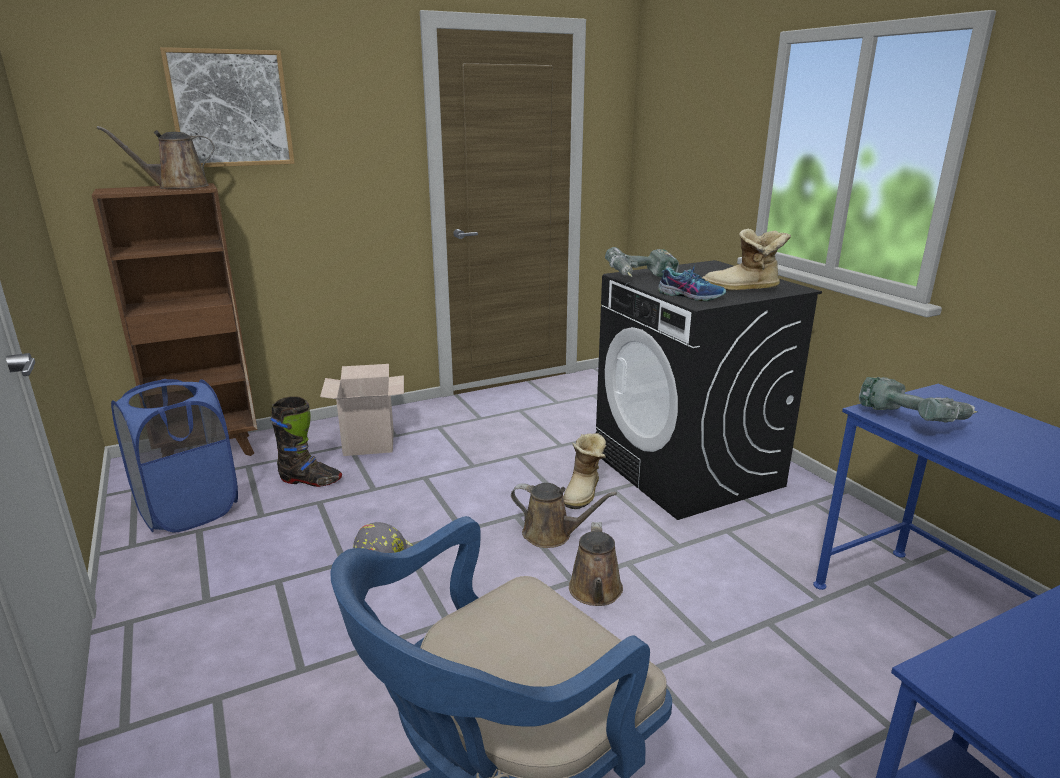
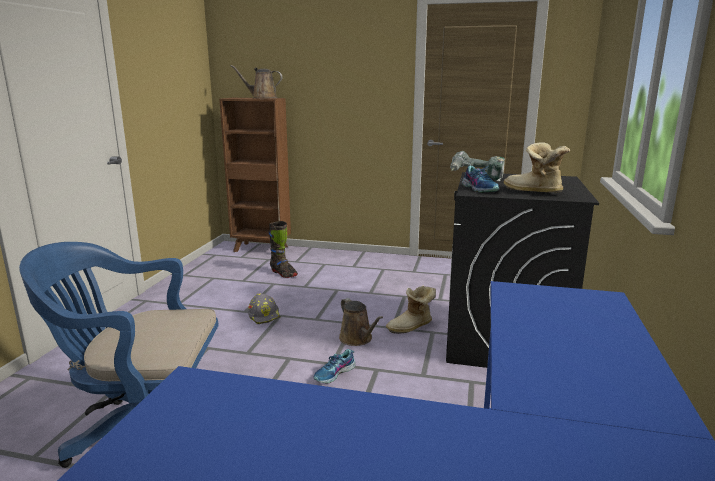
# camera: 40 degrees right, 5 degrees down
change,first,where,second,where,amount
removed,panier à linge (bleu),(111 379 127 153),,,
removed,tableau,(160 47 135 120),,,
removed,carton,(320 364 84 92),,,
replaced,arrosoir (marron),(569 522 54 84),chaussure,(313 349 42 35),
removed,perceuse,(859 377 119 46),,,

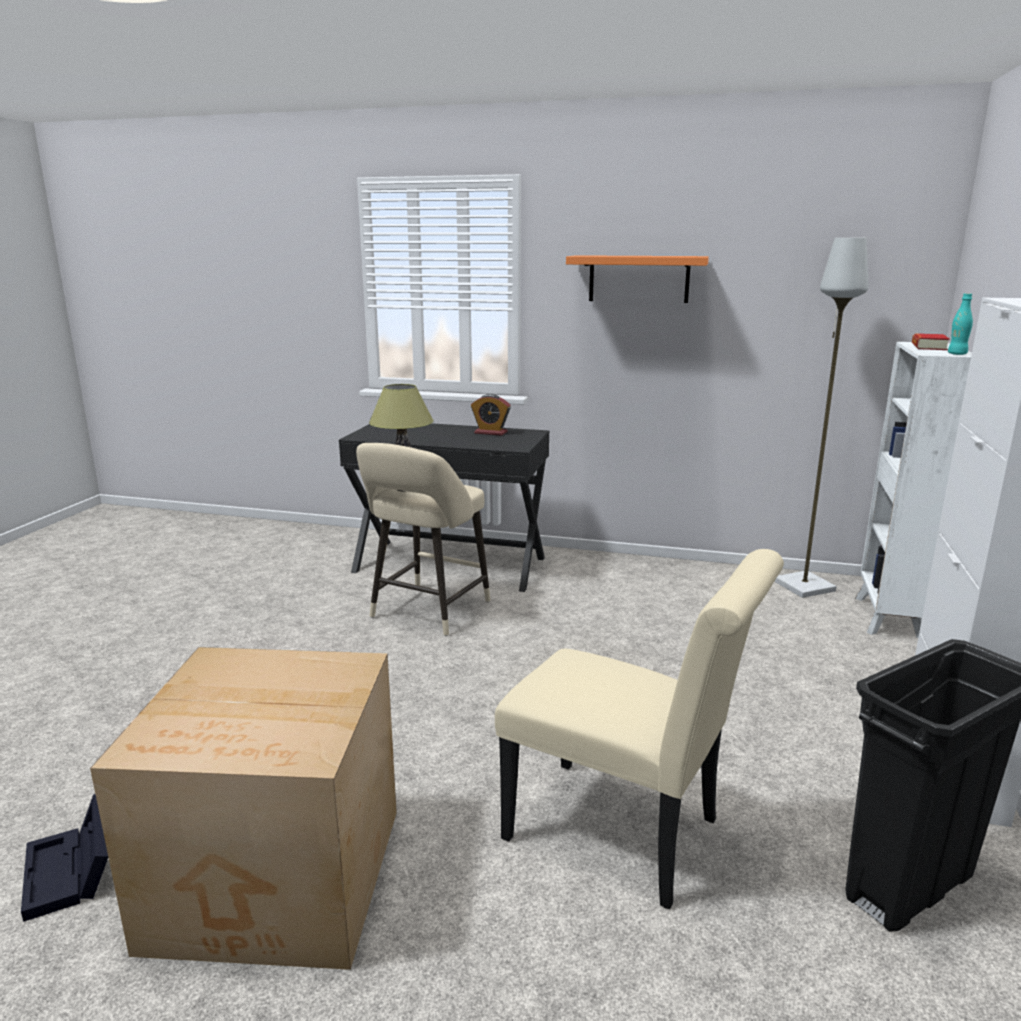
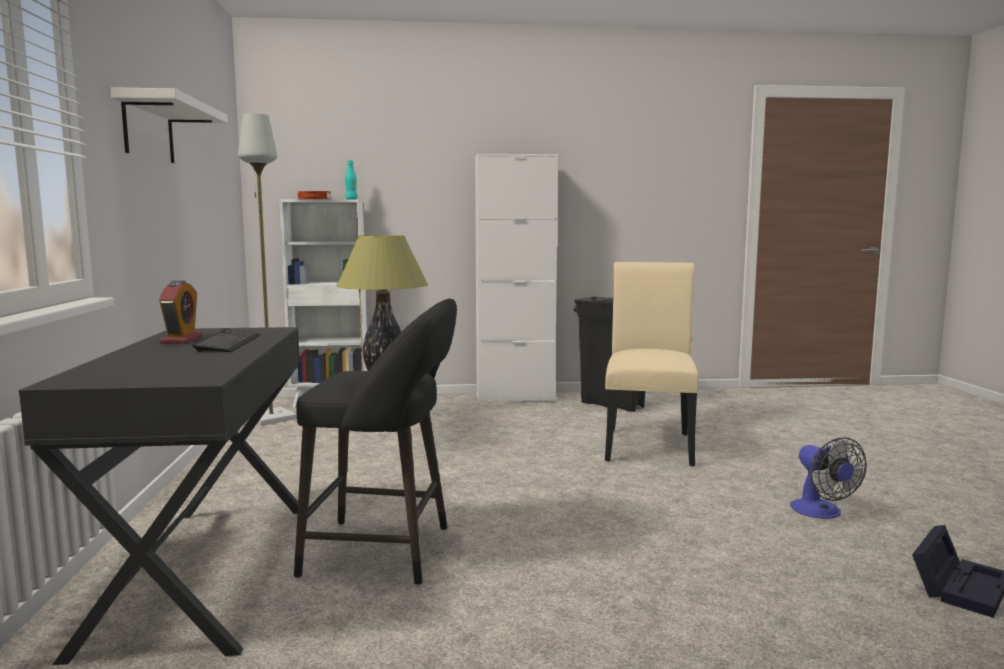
# camera: 110 degrees left, 10 degrees down
change,first,where,second,where,amount
replaced,carton,(90 647 307 323),ventilateur,(790 437 77 82),
recoloured,tabouret (beige),(356 443 134 193),tabouret (noir),(294 299 163 286),
recoloured,étagère (orange),(566 255 143 48),étagère (blanc),(111 87 117 76),
added,,,clavier,(192 329 69 23),

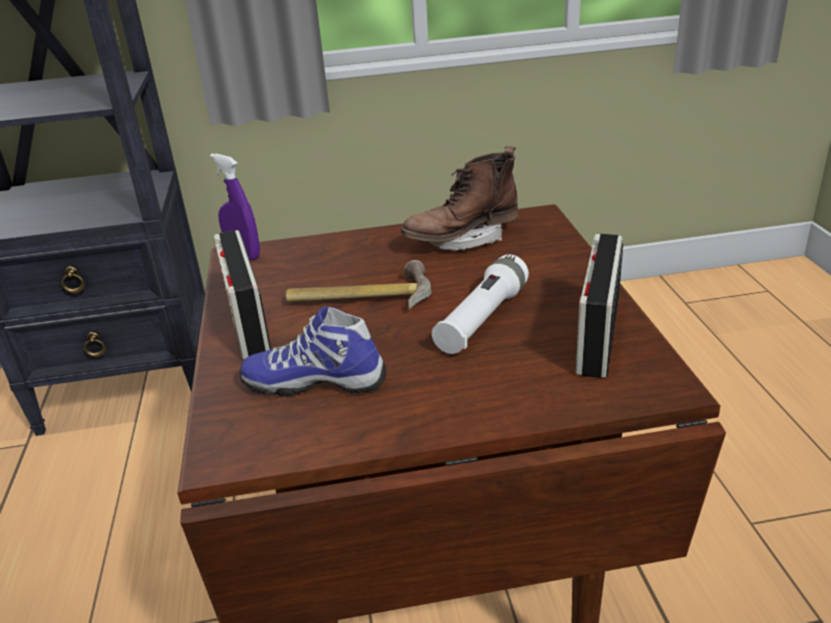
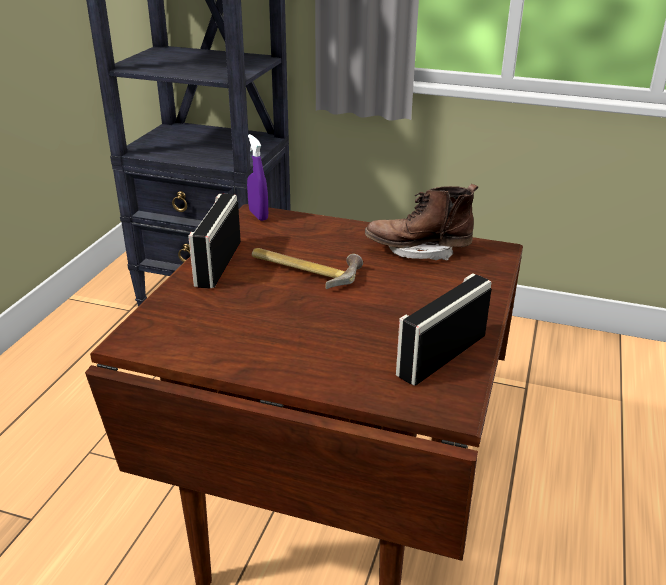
# camera: 25 degrees right, 0 degrees up
change,first,where,second,where,amount
removed,chaussure,(239 307 147 89),,,
removed,lampe de poche (blanc),(432 254 97 100),,,

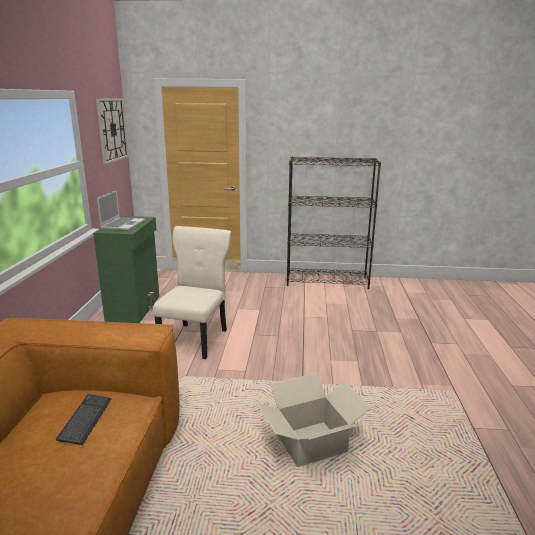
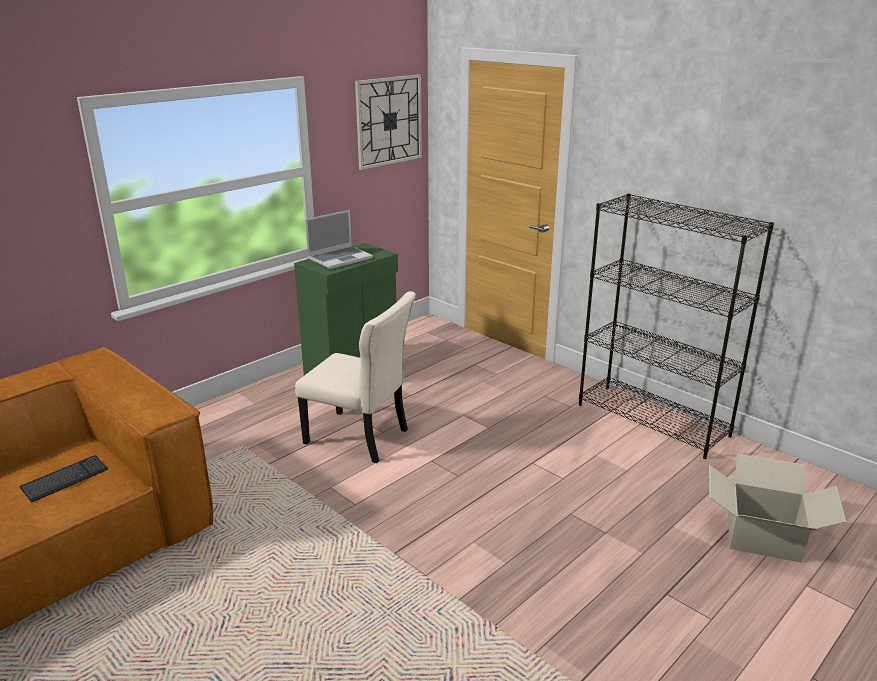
# camera: 40 degrees right, 5 degrees up
change,first,where,second,where,amount
turned,chaise (beige),(153 226 78 133),,(295 291 121 172),60 degrees clockwise
moved,carton,(257 373 114 94),,(709 454 137 109),

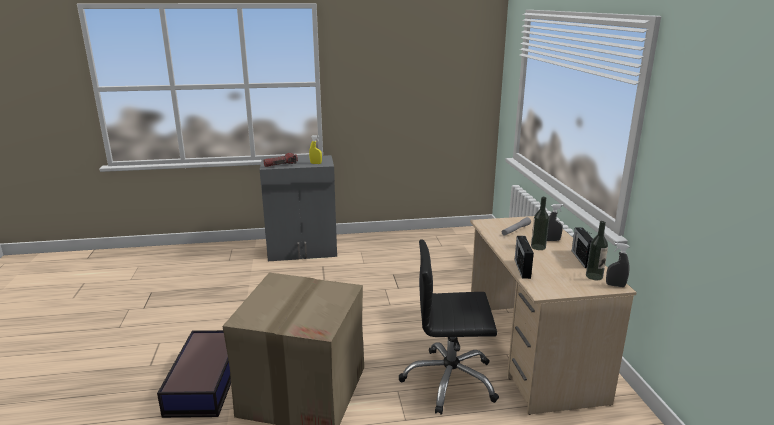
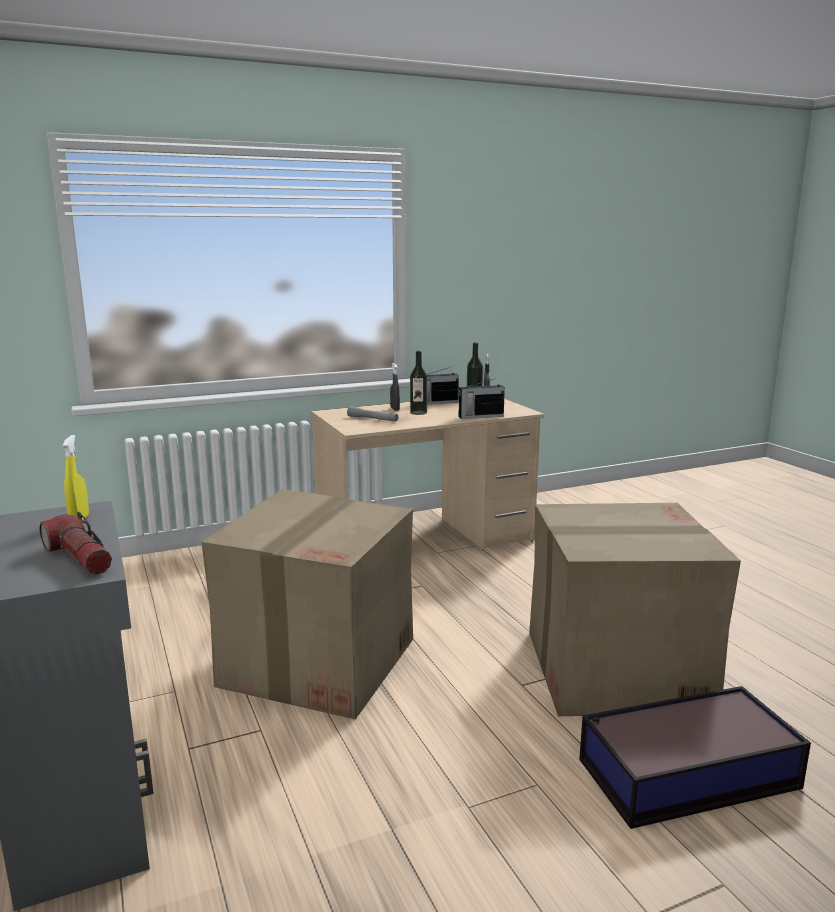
# camera: 105 degrees left, 5 degrees down
change,first,where,second,where,amount
removed,chaise de bureau (noir),(399 239 100 176),,,
added,,,carton,(201 489 212 231),

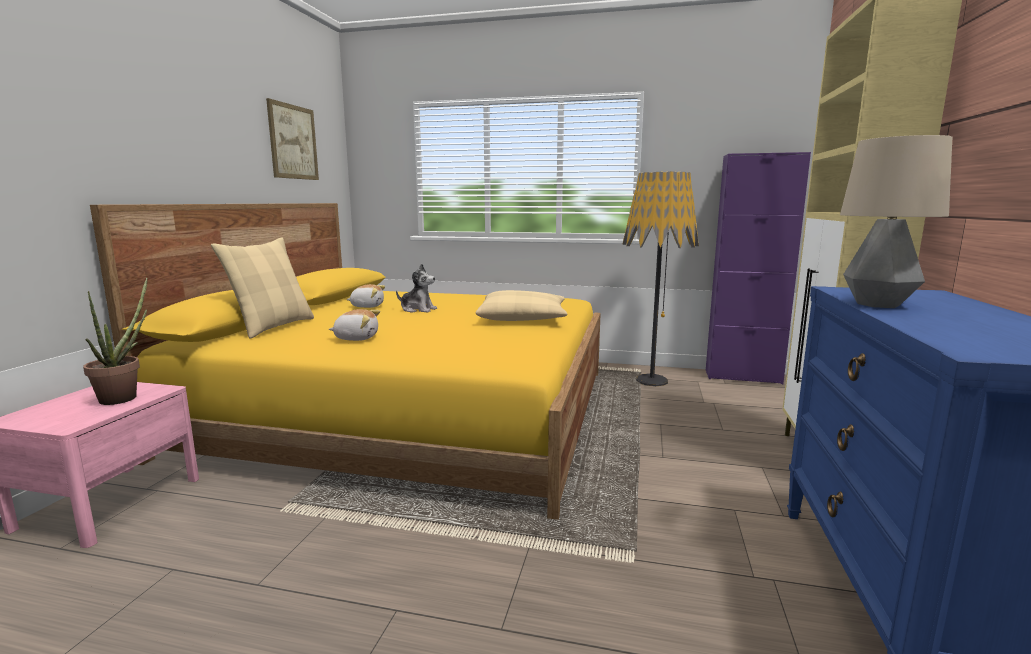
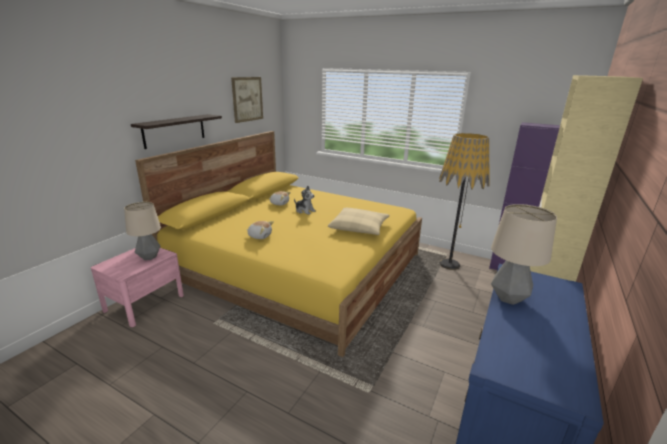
# camera: 15 degrees right, 10 degrees up
change,first,where,second,where,amount
replaced,plante en pot,(83 278 64 127),lampe de table,(124 202 37 58),
removed,coussin (beige),(211 237 103 101),,,
added,,,étagère,(131 114 91 35),

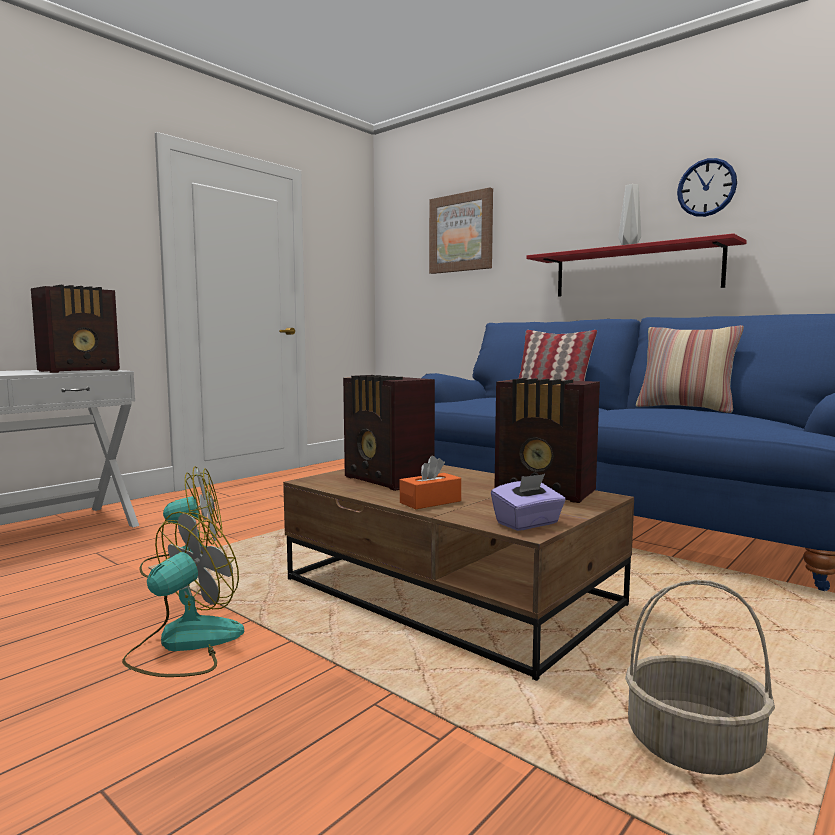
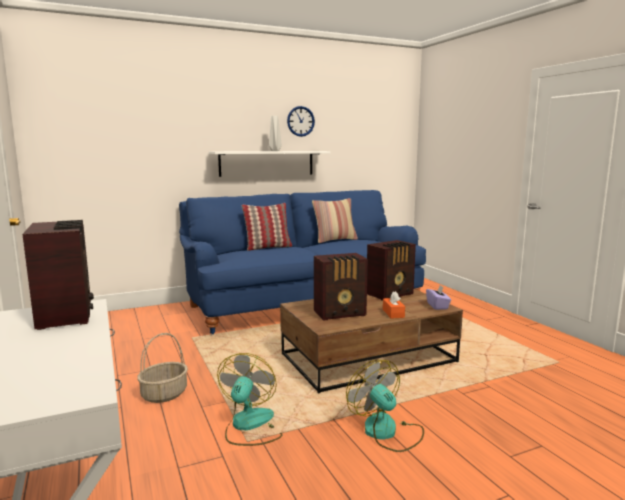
# camera: 65 degrees left, 5 degrees up
change,first,where,second,where,amount
removed,tableau,(429 187 64 87),,,
recoloured,étagère (rouge),(527 233 220 64),étagère (blanc),(209 151 121 26),
moved,panier,(625 580 150 195),,(137 333 51 70),

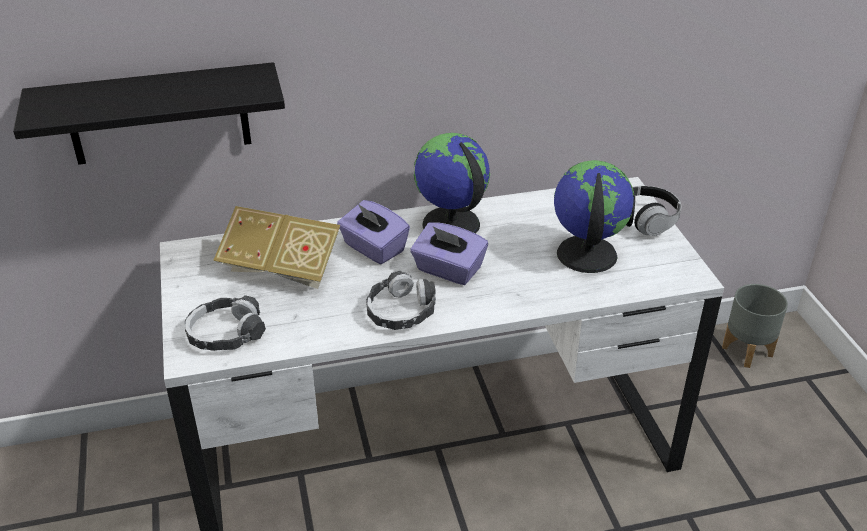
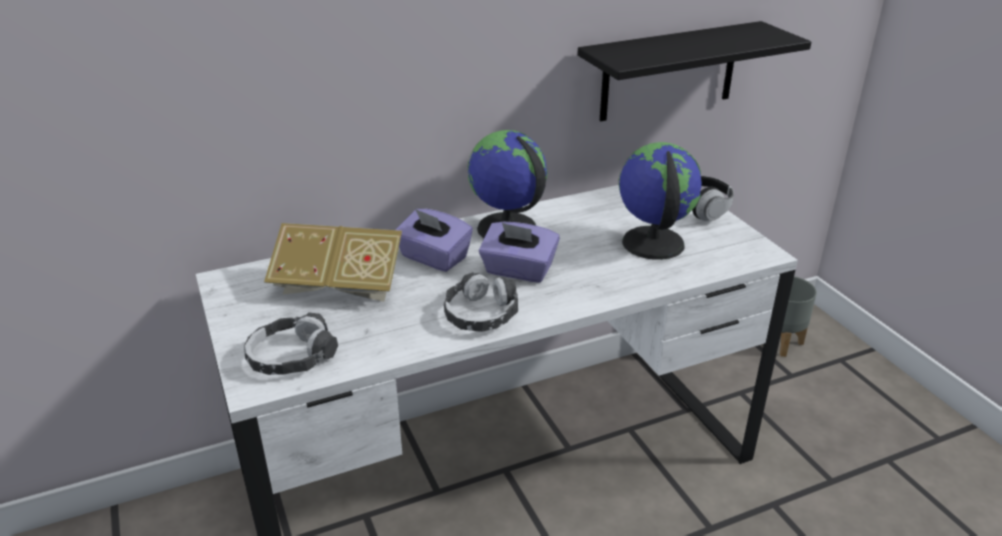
# camera: 10 degrees left, 5 degrees down
change,first,where,second,where,amount
moved,étagère (noir),(13 62 272 103),,(577 21 234 100),

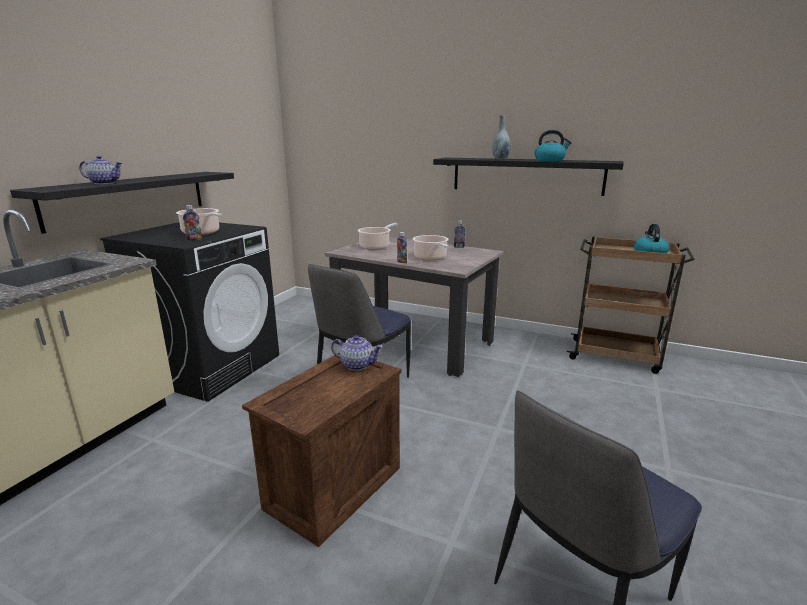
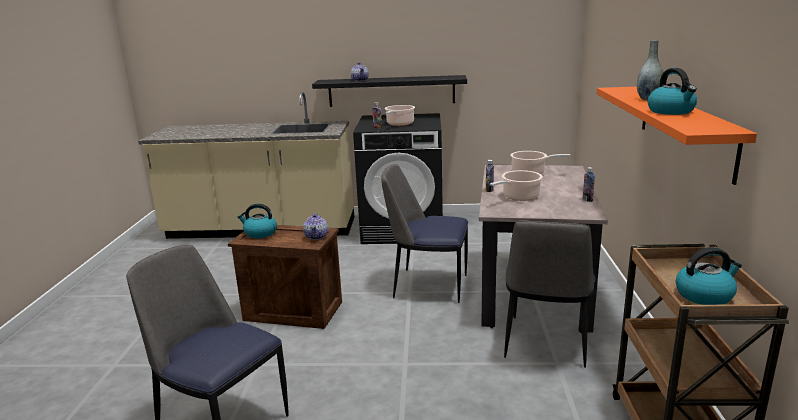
# camera: 70 degrees right, 0 degrees up
change,first,where,second,where,amount
recoloured,étagère (noir),(433 158 191 38),étagère (orange),(597 87 160 98),
added,,,bouilloire,(238 204 39 34),
added,,,chaise,(504 221 91 147),

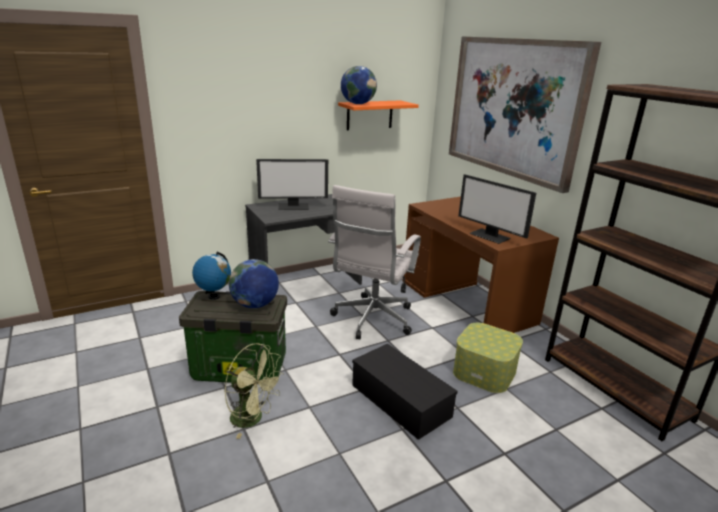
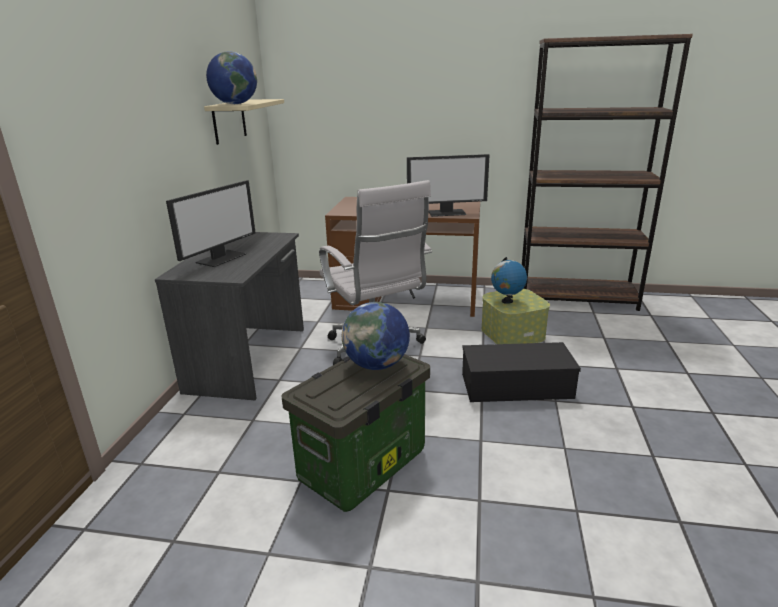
# camera: 50 degrees left, 0 degrees up
change,first,where,second,where,amount
moved,globe,(192 252 39 48),,(491 257 36 47),
removed,ventilateur (vert),(224 343 60 96),,,
recoloured,étagère (orange),(338 100 81 30),étagère (beige),(204 99 80 46),
removed,tableau,(449 36 152 157),,,

